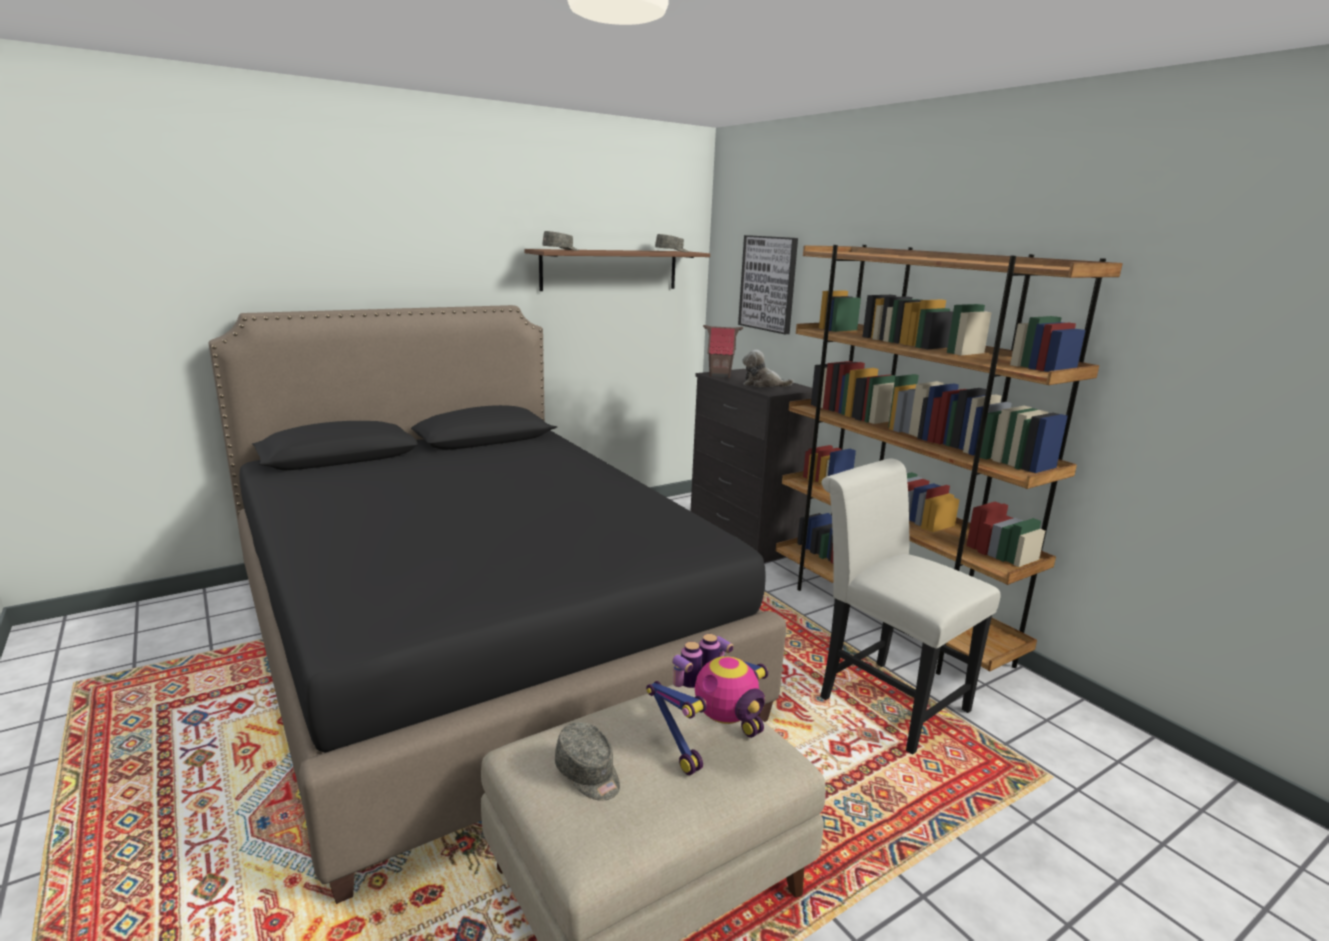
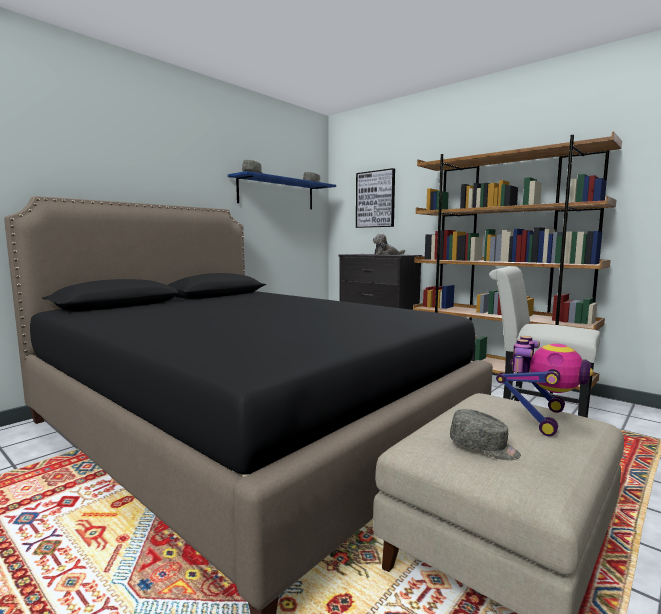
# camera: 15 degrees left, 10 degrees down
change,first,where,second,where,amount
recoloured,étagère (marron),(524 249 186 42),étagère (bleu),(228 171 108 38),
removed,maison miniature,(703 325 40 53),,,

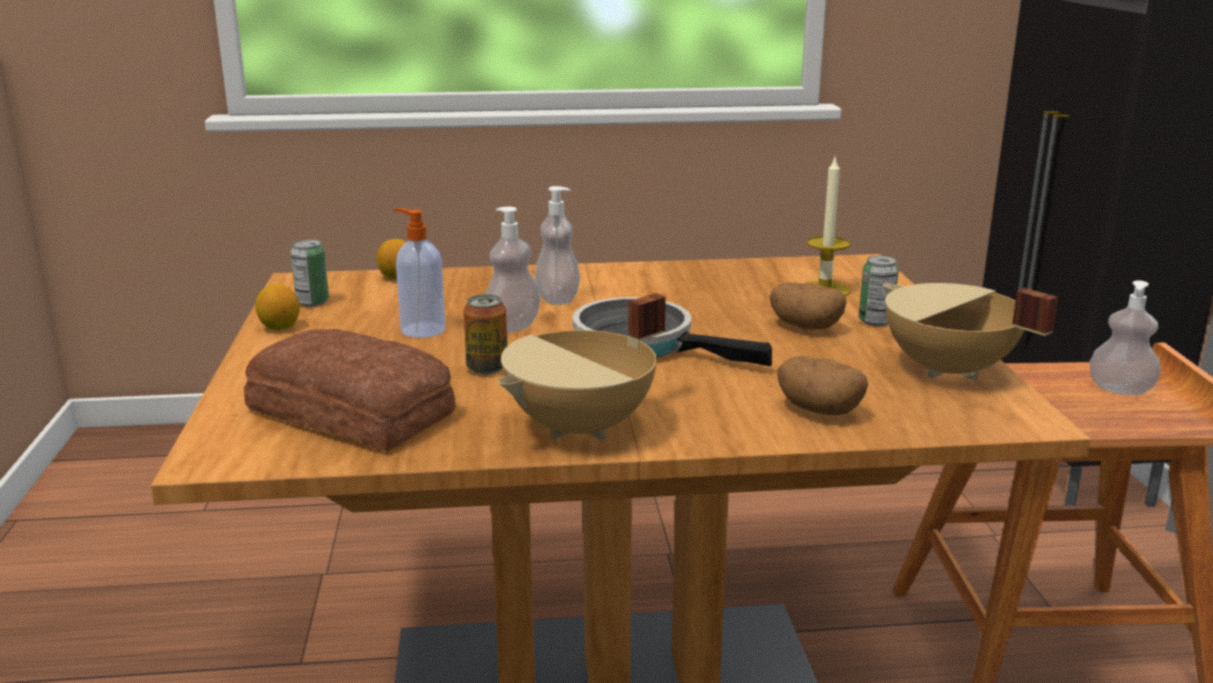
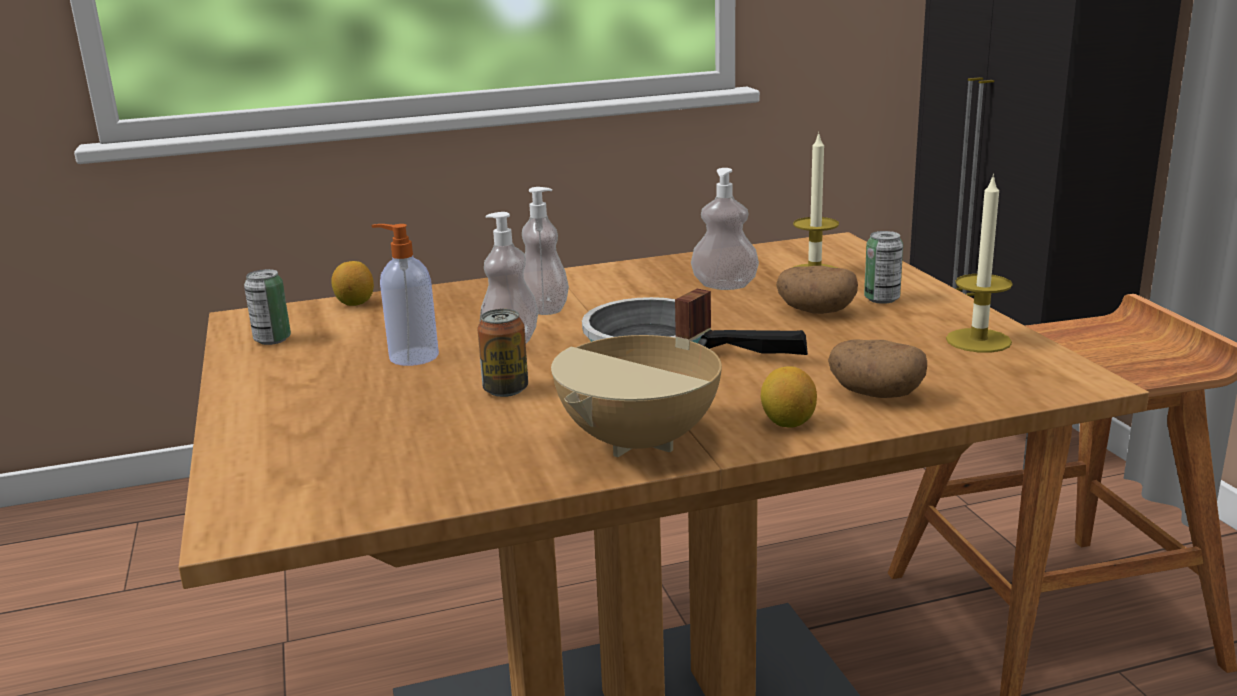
# camera: 10 degrees left, 0 degrees up
change,first,where,second,where,amount
removed,pain,(244 329 212 122),,,
moved,citron,(255 284 45 46),,(761 366 56 62),
replaced,marmite (beige),(883 283 175 97),bougie,(946 174 67 179),
moved,distributeur de savon,(1089 280 72 115),,(691 168 68 122),

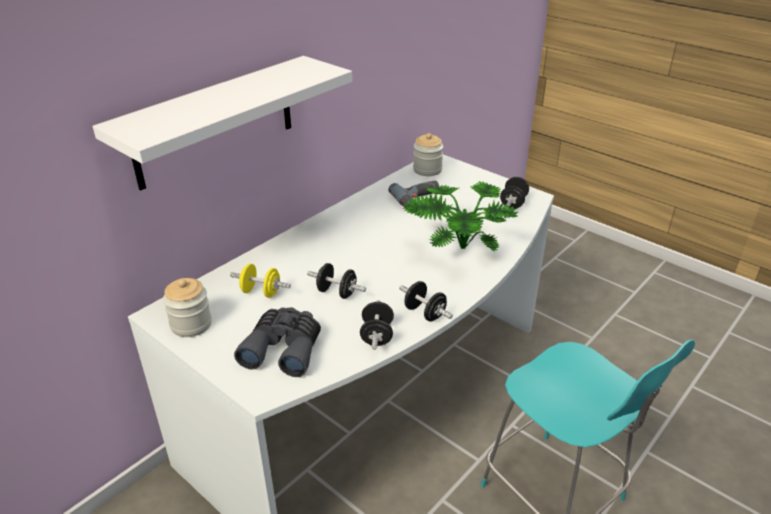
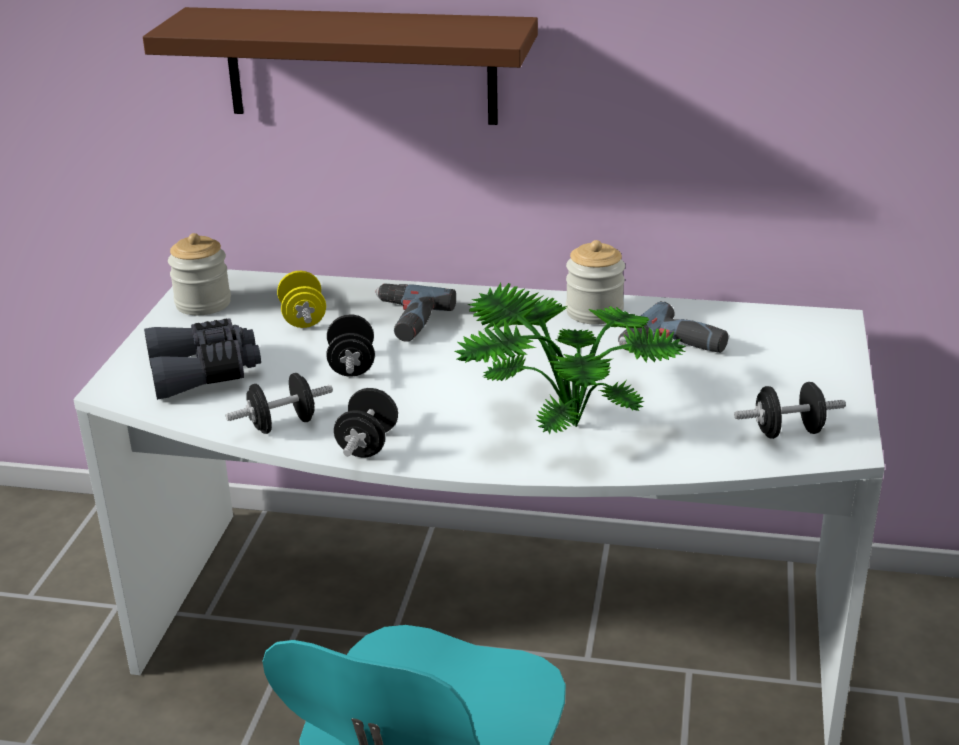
# camera: 60 degrees right, 5 degrees down
change,first,where,second,where,amount
recoloured,étagère (blanc),(93 56 259 135),étagère (marron),(143 7 395 118),
moved,bocal,(413 133 31 43),,(566 240 59 85),
added,,,perceuse,(375 284 81 58),

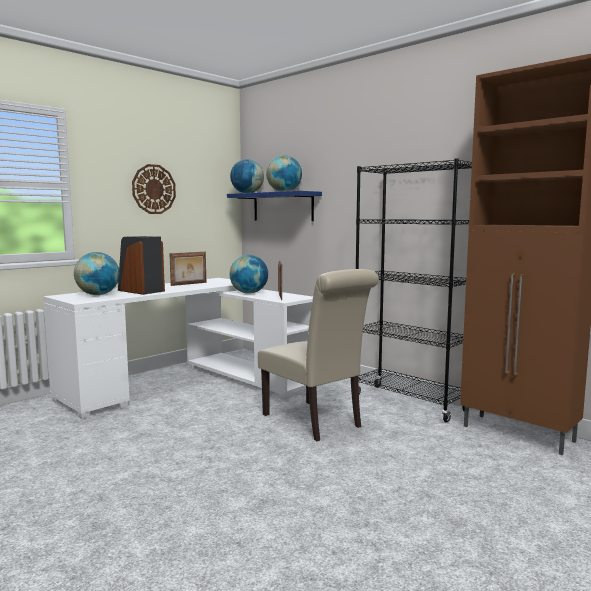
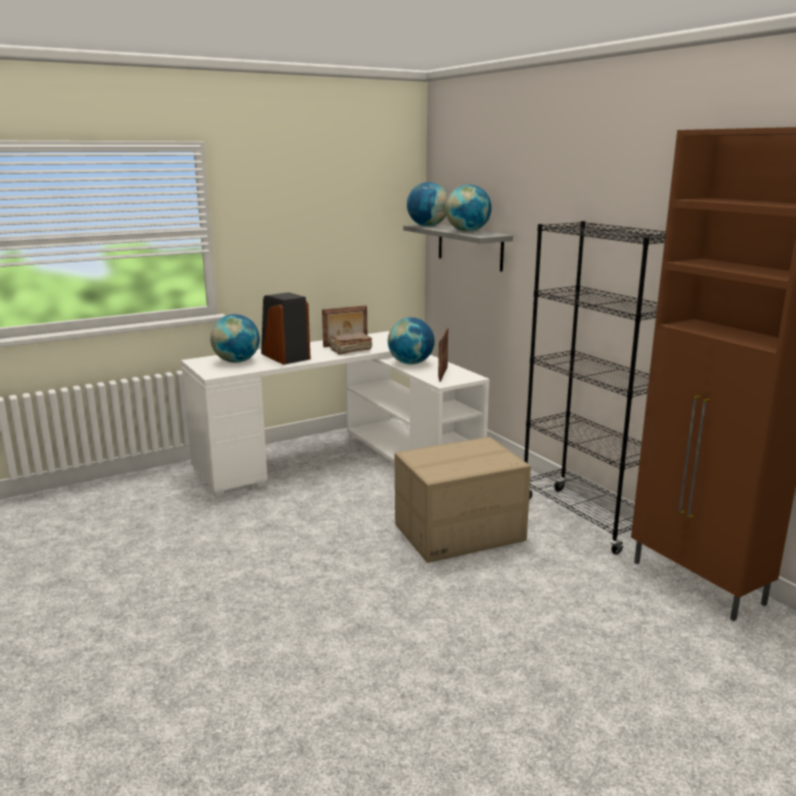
# camera: 15 degrees right, 10 degrees up
change,first,where,second,where,amount
removed,horloge murale,(132 164 44 50),,,
recoloured,étagère (bleu),(227 191 95 30),étagère (gris),(403 224 110 48),
replaced,chaise (beige),(258 269 121 172),carton,(395 437 136 126),
added,,,livre (marron),(329 332 43 23),

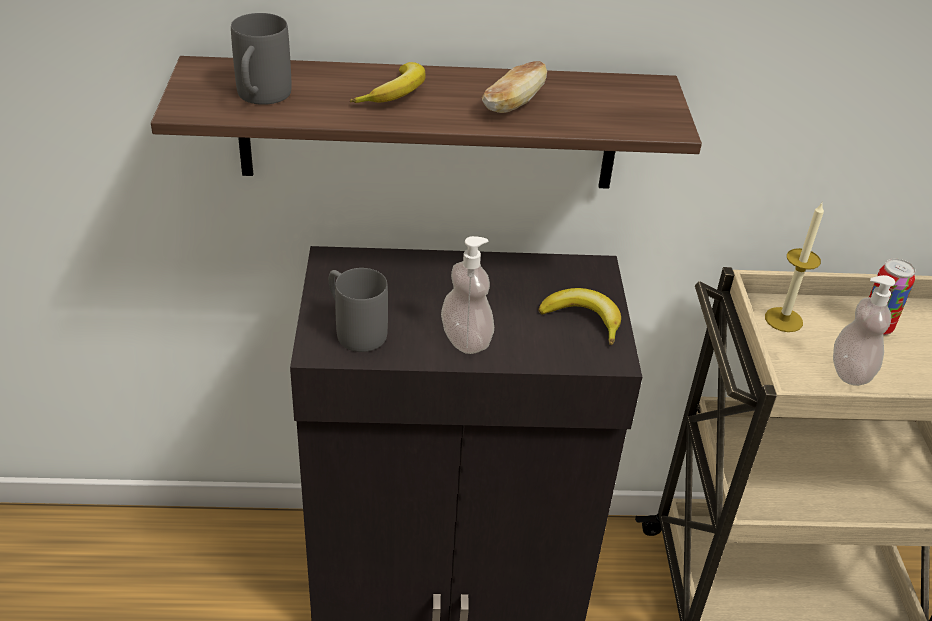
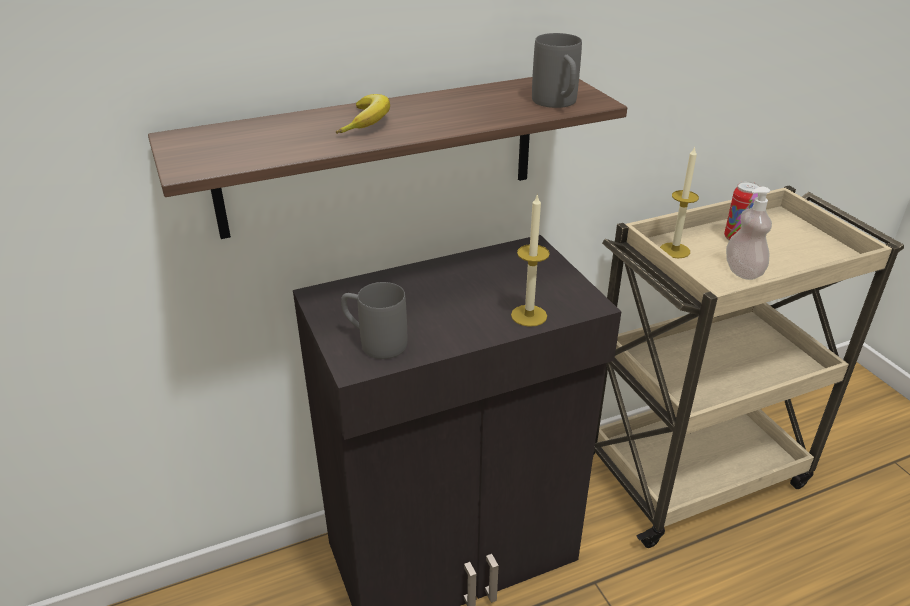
# camera: 20 degrees left, 5 degrees down
change,first,where,second,where,amount
moved,mug (gris),(231 13 60 92),,(532 33 50 75),
removed,distributeur de savon,(441 236 53 118),,,
removed,pain,(482 61 65 52),,,
removed,banane,(538 288 83 57),,,
added,,,bougie,(511 194 39 133),

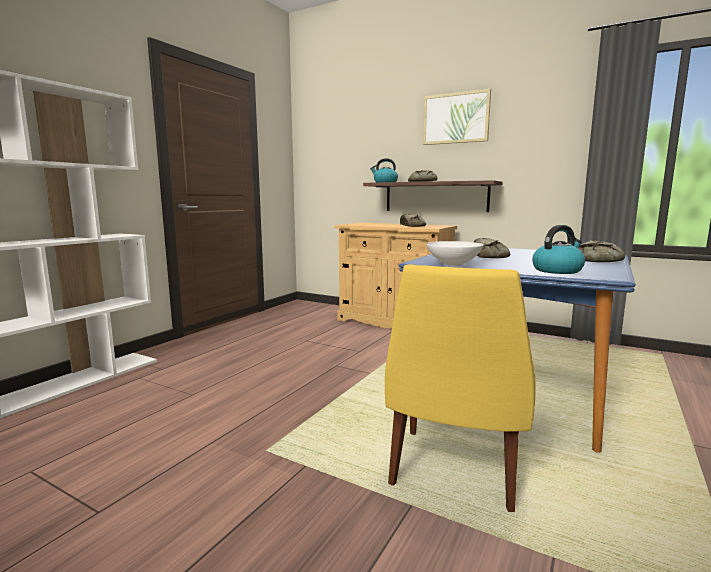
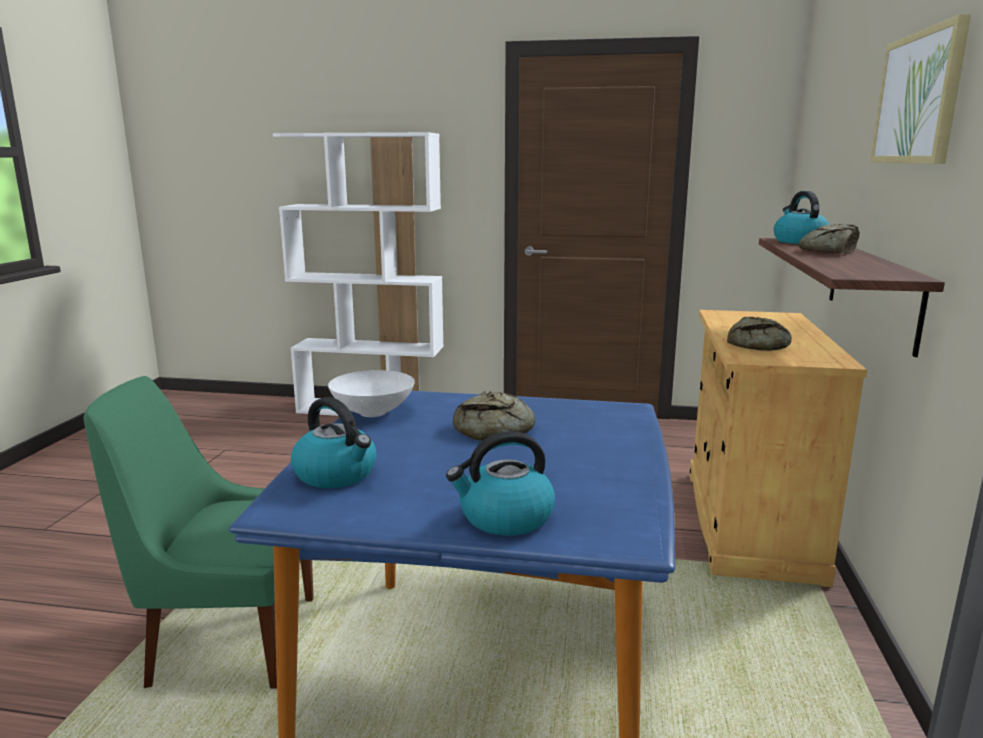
# camera: 70 degrees right, 5 degrees up
change,first,where,second,where,amount
recoloured,chaise (jaune),(385 264 151 248),chaise (vert),(84 376 230 312),
replaced,pain,(578 240 47 22),bouilloire,(446 431 109 105),

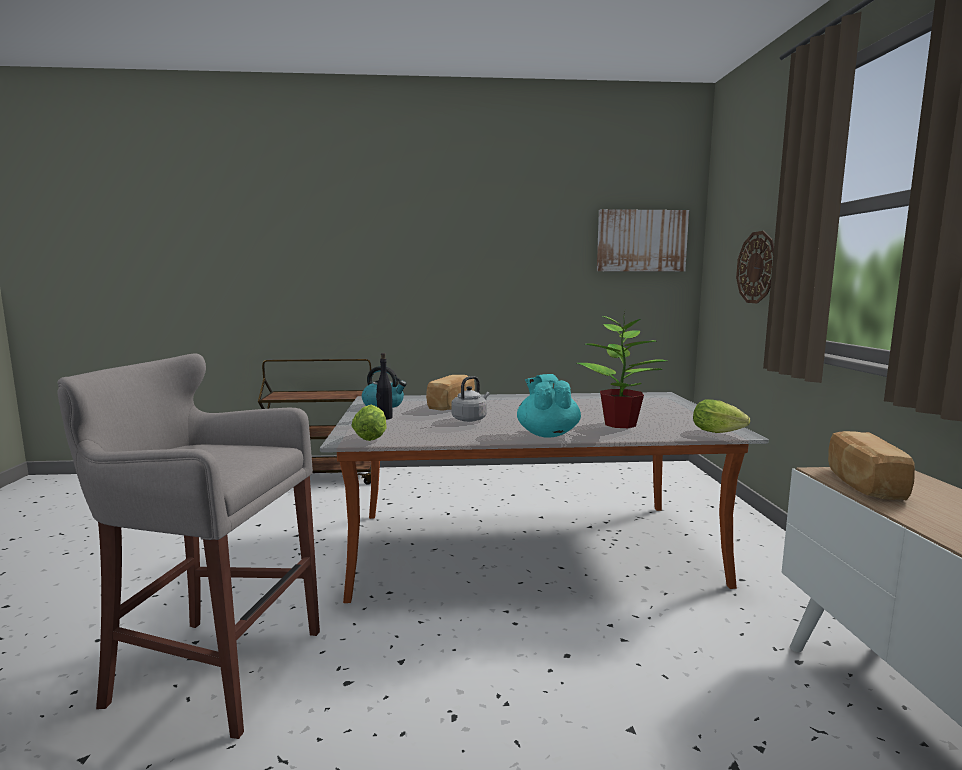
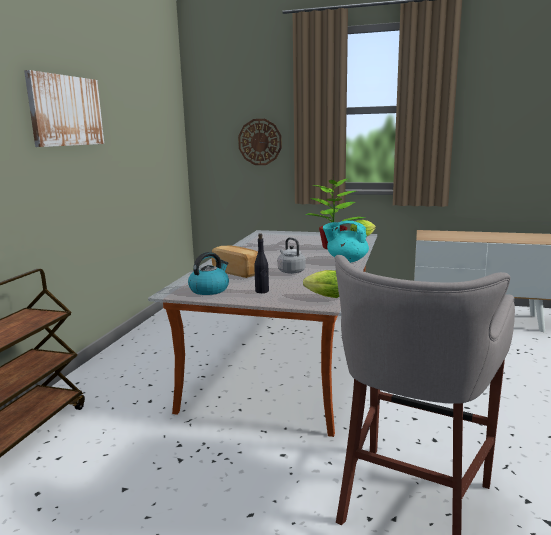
# camera: 70 degrees left, 5 degrees up
change,first,where,second,where,amount
moved,tableau,(597 209 92 62),,(24 70 80 77),
removed,pain,(828 431 87 69),,,

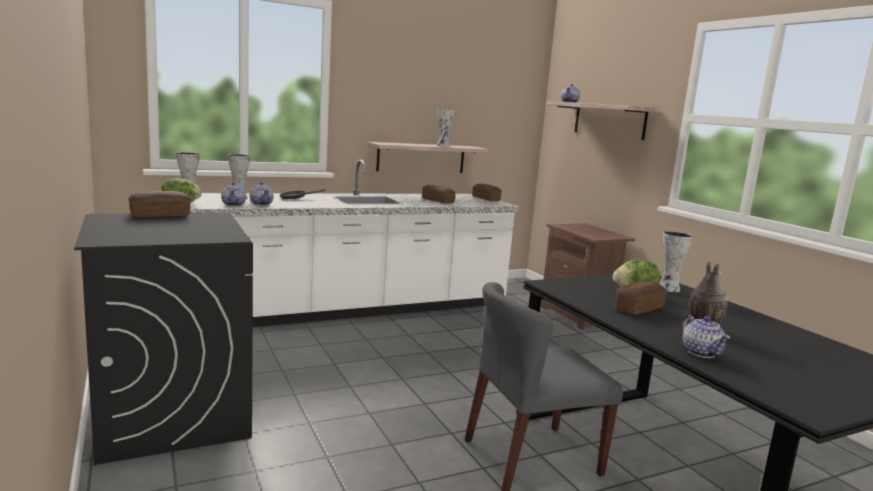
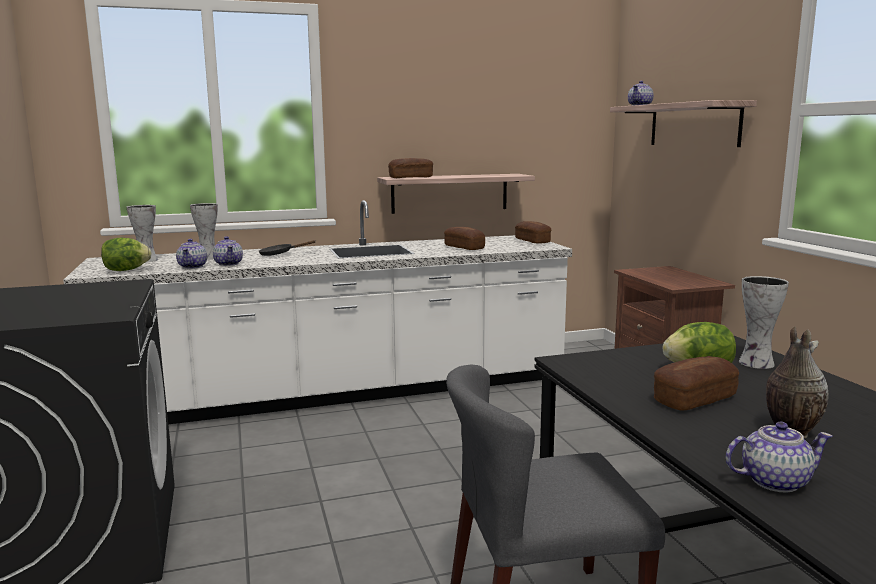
# camera: 10 degrees right, 0 degrees up
change,first,where,second,where,amount
moved,pain,(128 191 63 26),,(388 158 45 20),
removed,vase,(437 109 18 38),,,
turned,théière,(682 315 49 43),,(726 422 106 71),90 degrees counterclockwise

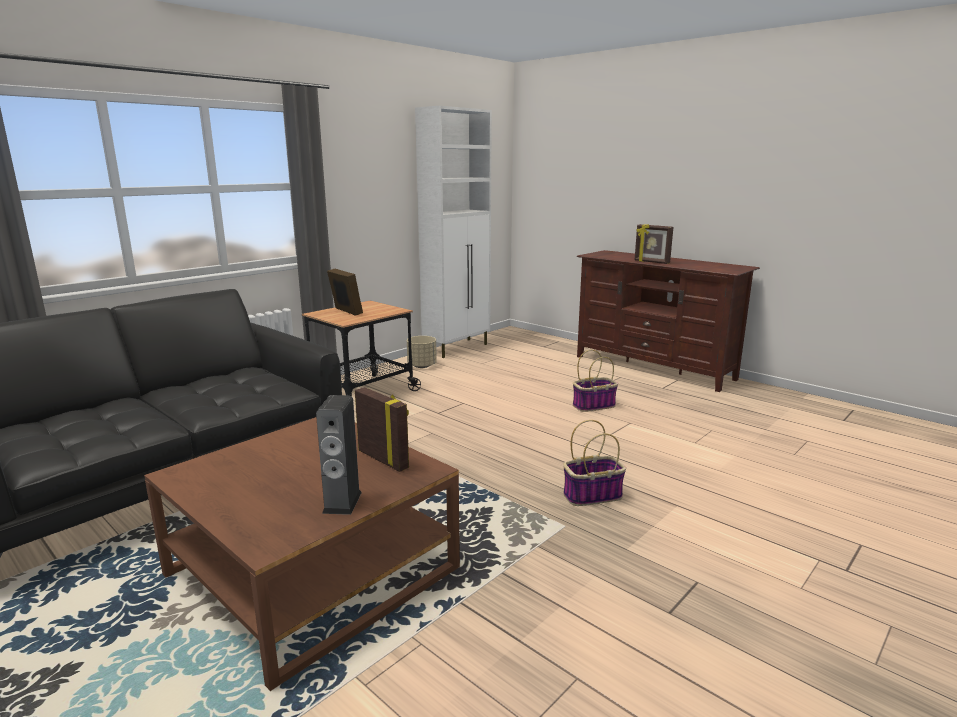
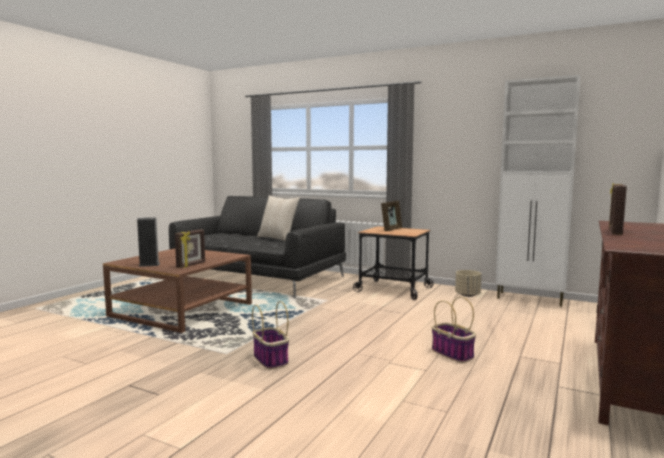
# camera: 75 degrees right, 10 degrees down
change,first,where,second,where,amount
added,,,coussin (beige),(257 195 43 46),

